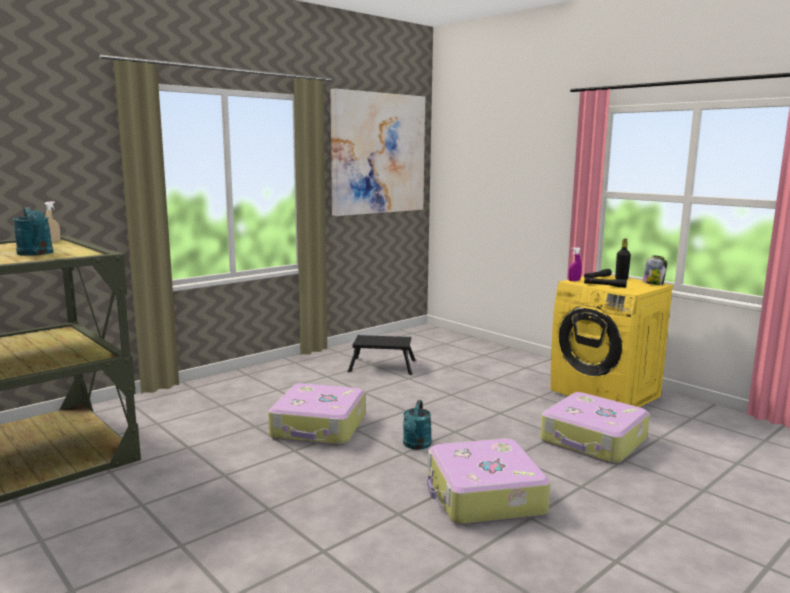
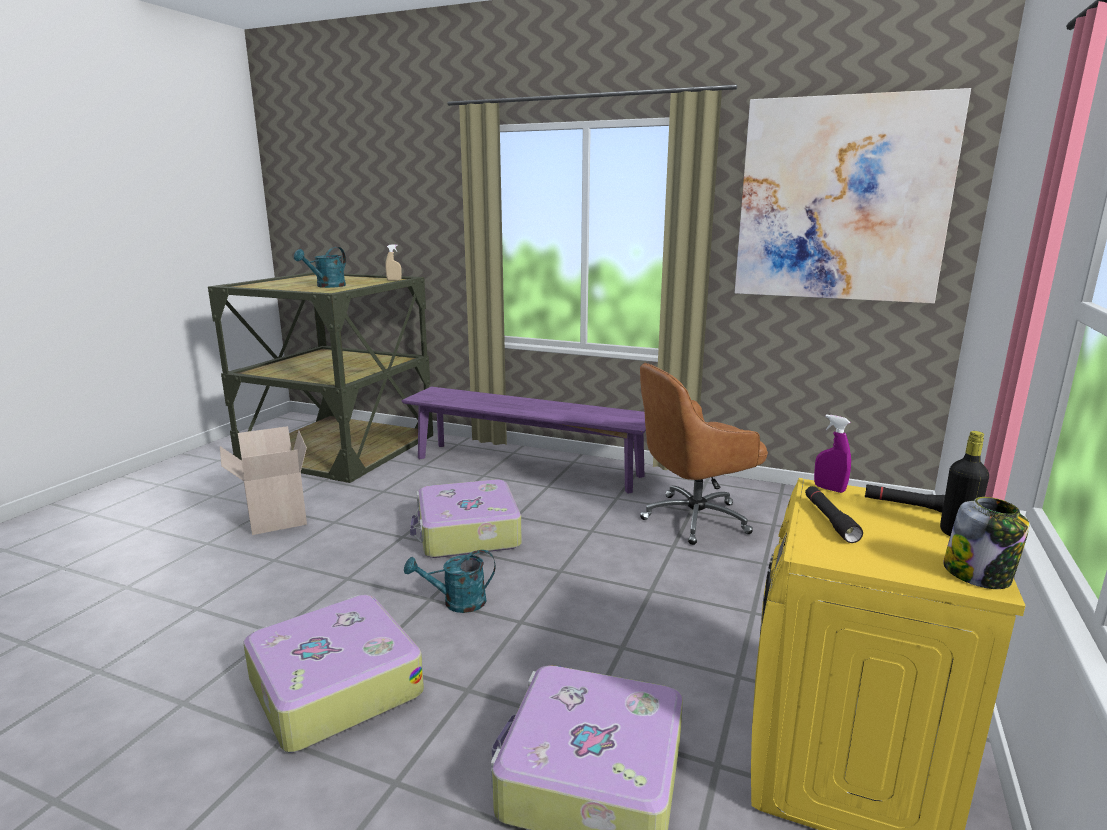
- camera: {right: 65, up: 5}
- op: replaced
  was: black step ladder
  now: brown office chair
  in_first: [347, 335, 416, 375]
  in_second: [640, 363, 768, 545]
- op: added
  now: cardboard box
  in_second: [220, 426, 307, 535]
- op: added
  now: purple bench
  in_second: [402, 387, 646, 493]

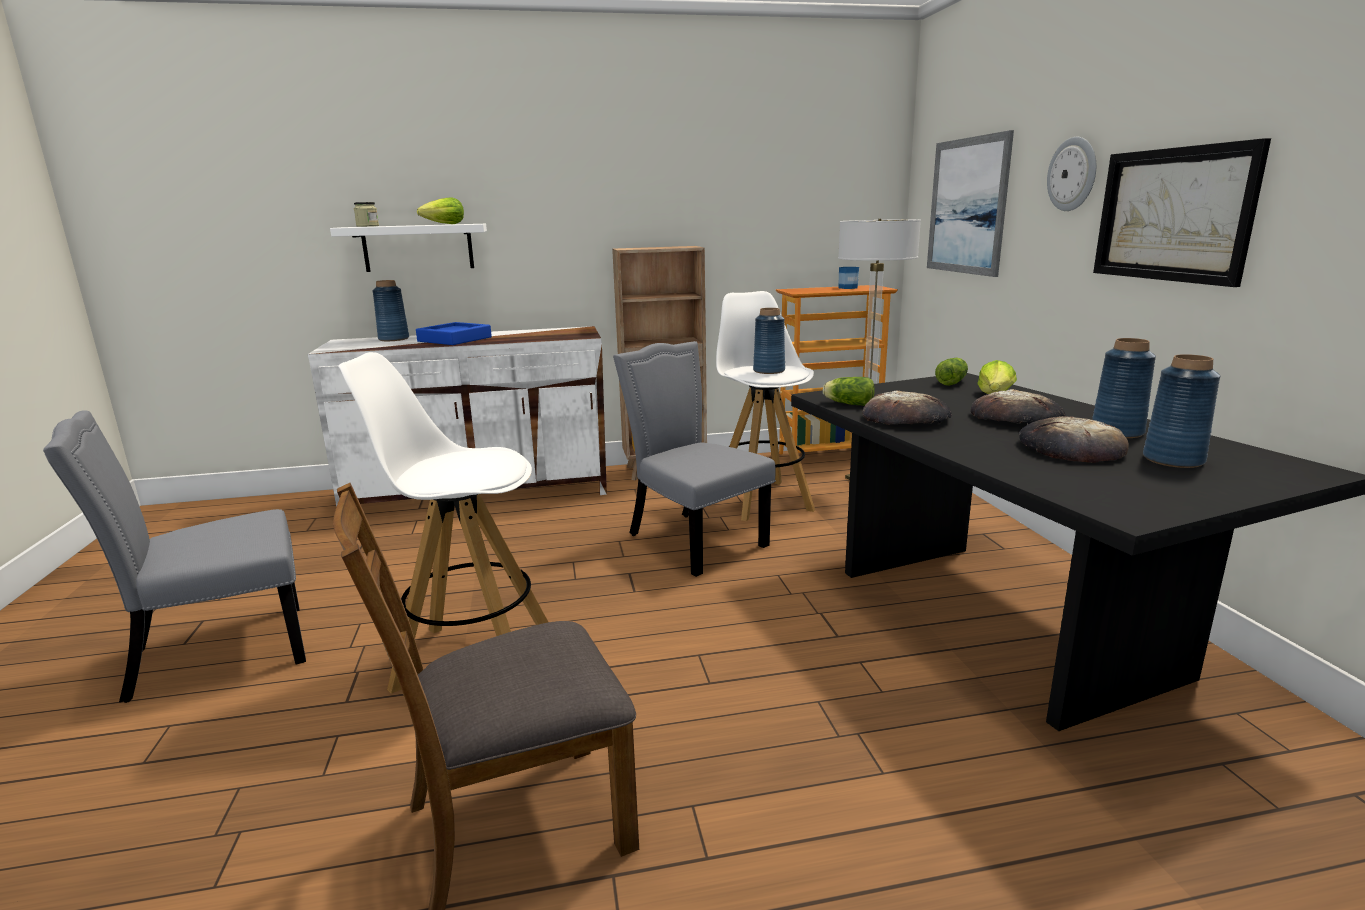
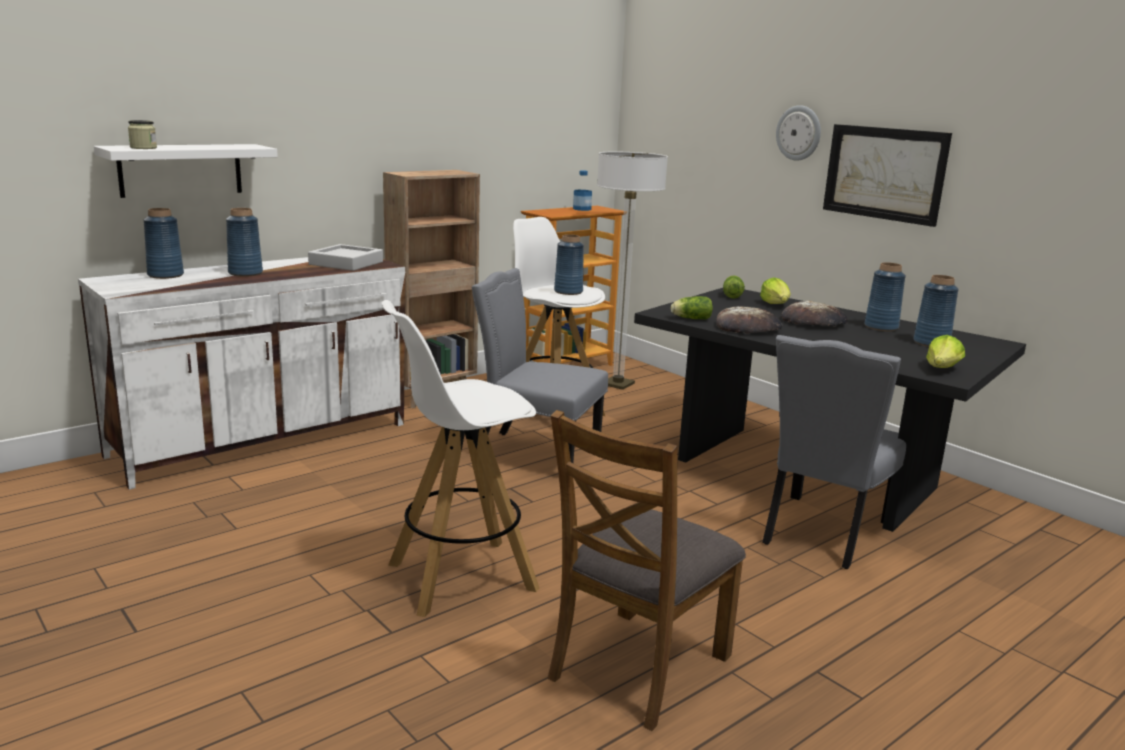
- camera: {right: -30, up: 0}
- op: moved
  was: grey chair
  in_first: [43, 410, 306, 703]
  in_second: [762, 335, 906, 569]
- op: replaced
  was: blue tray
  now: blue vase
  in_first: [416, 322, 492, 345]
  in_second: [226, 208, 263, 277]
- op: moved
  was: lettuce
  in_first: [417, 197, 464, 224]
  in_second: [926, 335, 965, 368]
- op: removed
  was: picture
  in_first: [927, 130, 1014, 277]
- op: removed
  was: bread
  in_first: [1018, 416, 1129, 463]
- op: added
  now: grey tray
  in_second: [308, 244, 383, 271]

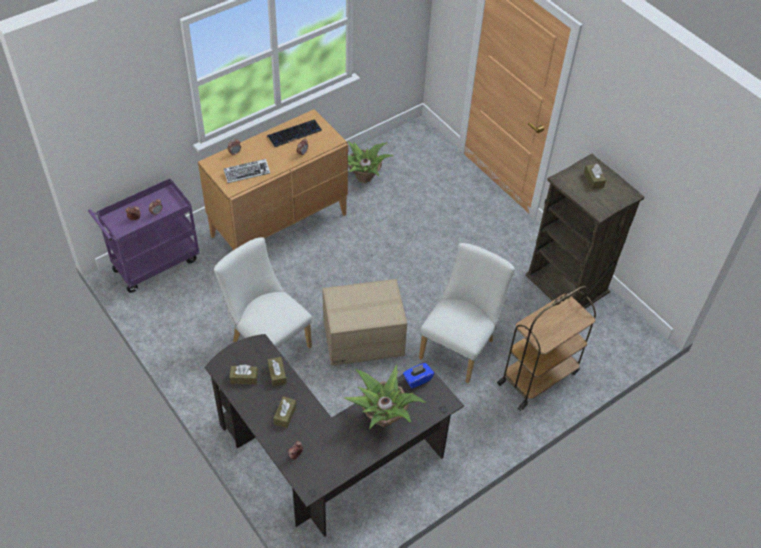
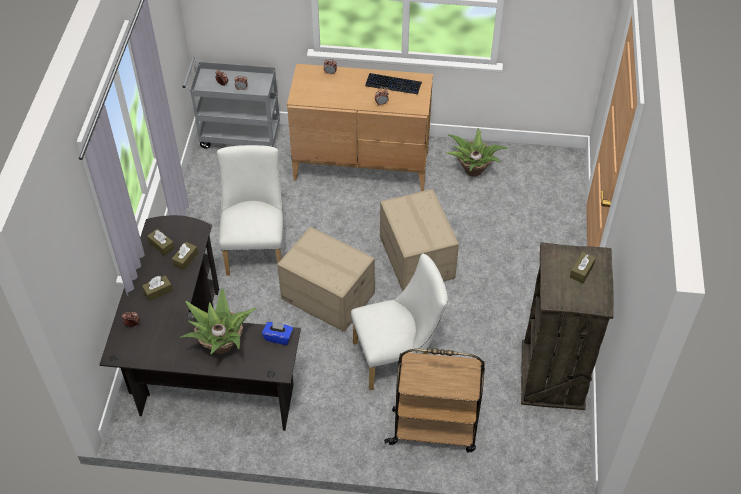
- camera: {right: 45, up: 0}
- op: recoloured
  was: purple cart
  now: grey cart
  in_first: [88, 179, 200, 293]
  in_second: [182, 57, 280, 149]
- op: removed
  was: keyboard
  in_first: [223, 159, 270, 183]
- op: added
  now: cardboard box
  in_second: [380, 189, 459, 291]

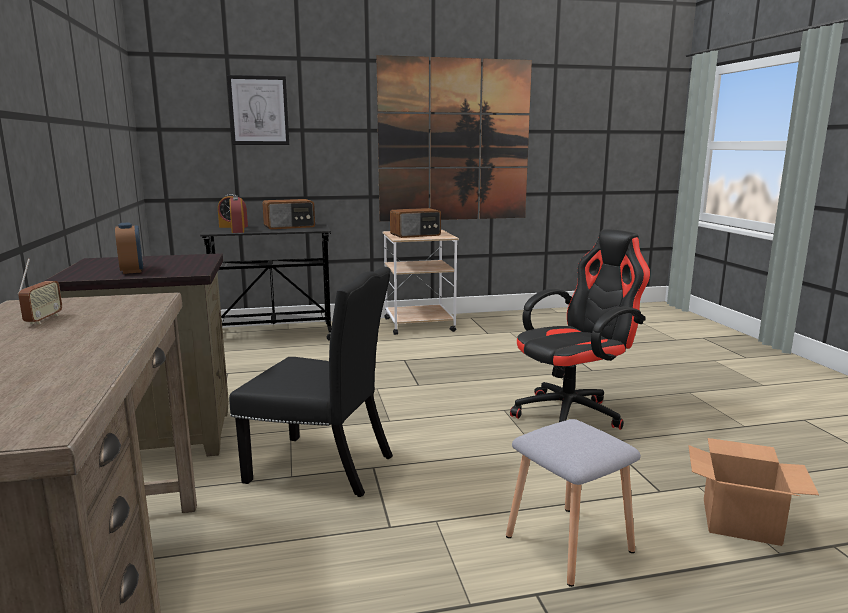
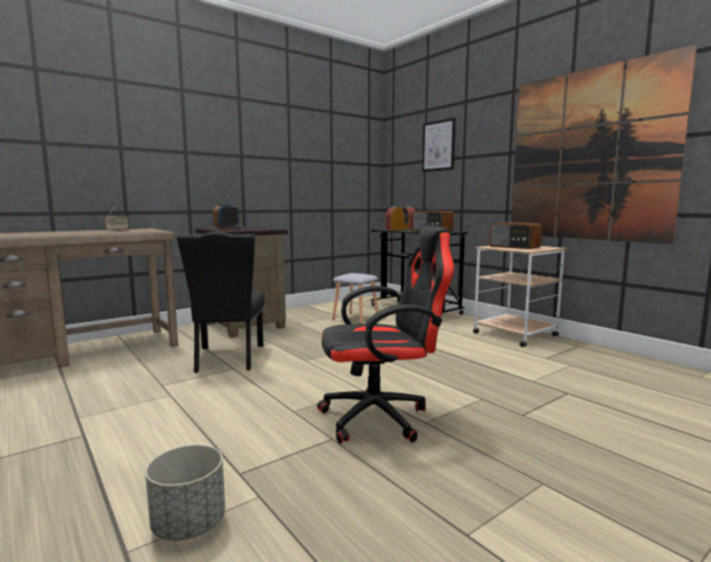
- camera: {right: 65, up: -5}
- op: moved
  was: grey stool
  in_first: [506, 419, 641, 587]
  in_second: [332, 273, 378, 324]
- op: turned
  was: black office chair
  in_first: [510, 229, 650, 430]
  in_second: [317, 225, 454, 444]
  clockwise: -45
- op: replaced
  was: cardboard box
  now: grey planter
  in_first: [688, 438, 819, 546]
  in_second: [145, 445, 225, 541]

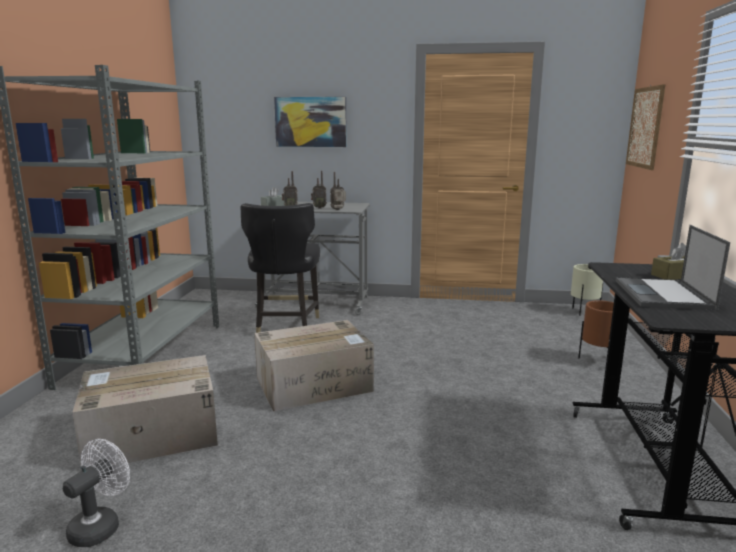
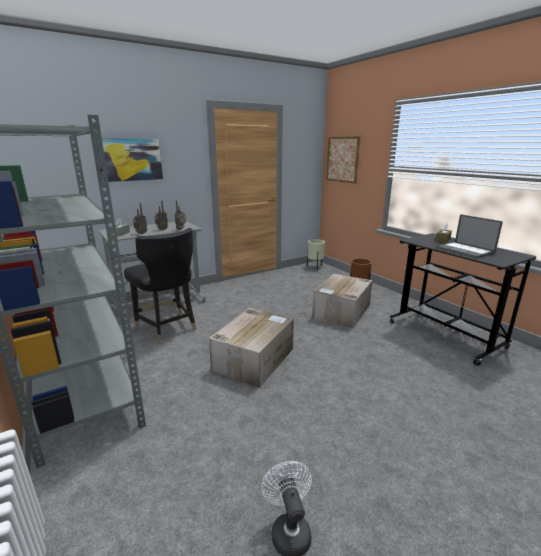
- camera: {right: -40, up: 5}
- op: moved
  was: cardboard box
  in_first: [72, 355, 218, 466]
  in_second: [312, 274, 372, 328]

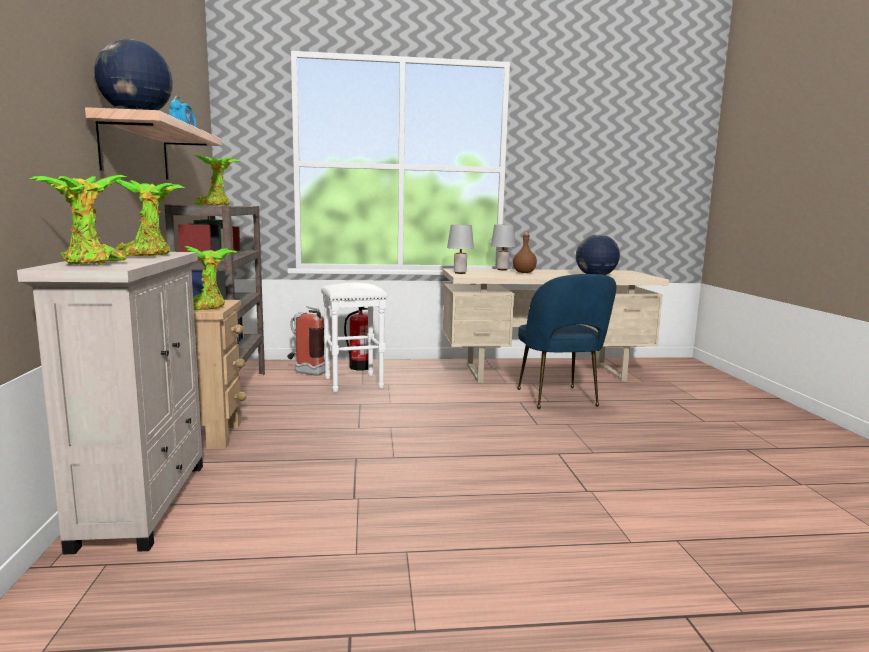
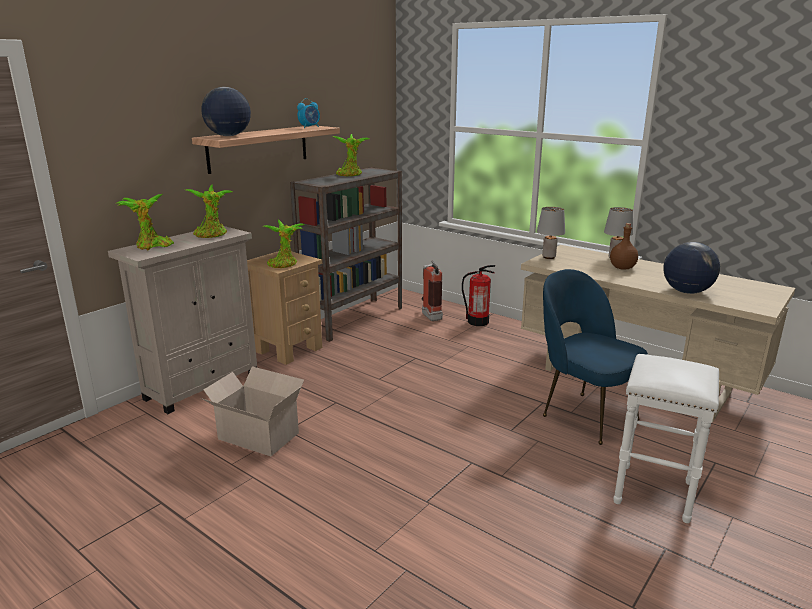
- camera: {right: 45, up: 10}
- op: moved
  was: white stool
  in_first: [321, 283, 387, 392]
  in_second: [614, 354, 719, 523]
- op: turned
  was: blue chair
  in_first: [517, 274, 616, 409]
  in_second: [543, 269, 648, 445]
  clockwise: 105
- op: added
  now: cardboard box
  in_second: [201, 366, 304, 456]

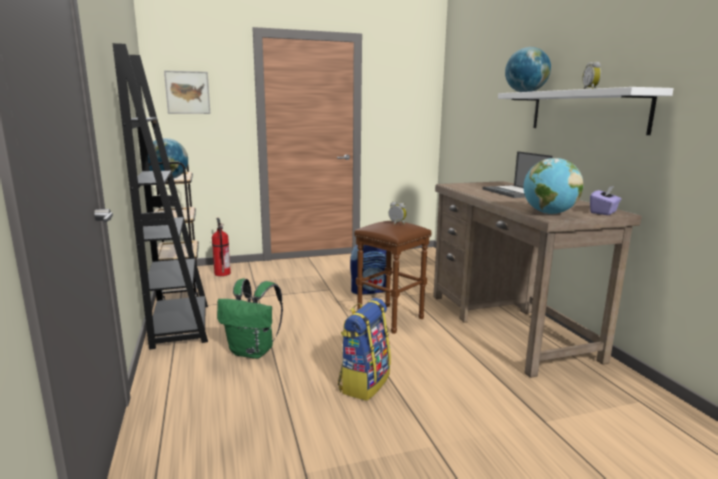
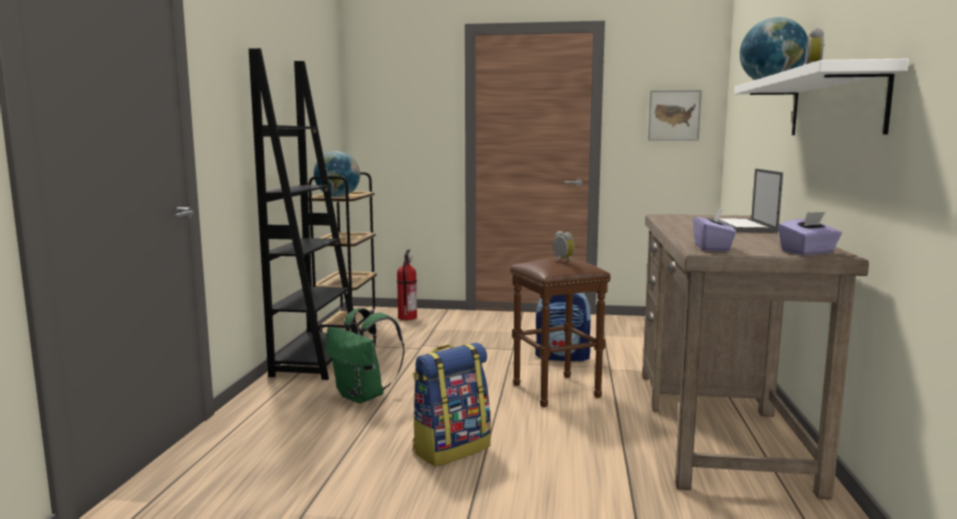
- camera: {right: 25, up: -5}
- op: moved
  was: picture
  in_first: [164, 71, 211, 114]
  in_second: [648, 90, 702, 141]
- op: replaced
  was: globe
  now: purple tissue box
  in_first: [523, 158, 584, 214]
  in_second: [693, 209, 736, 251]

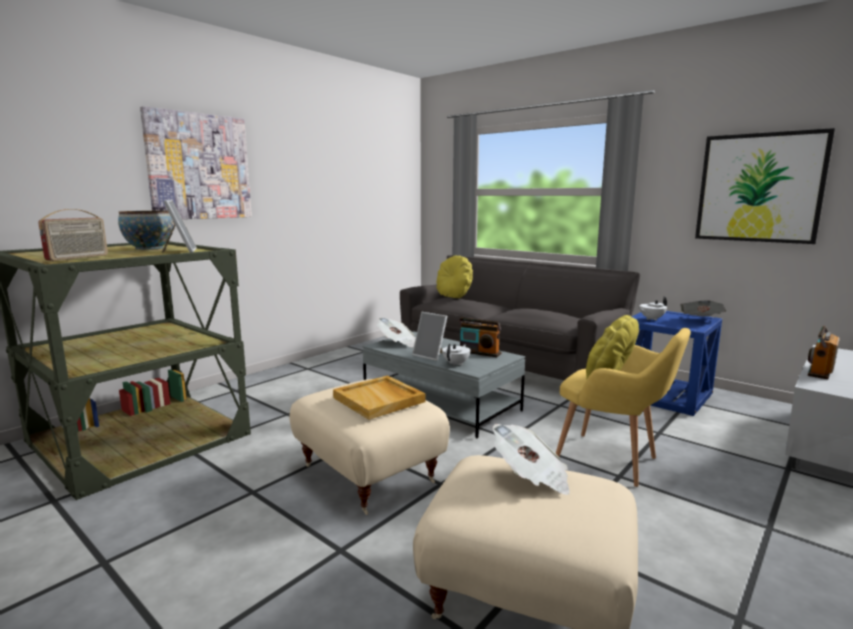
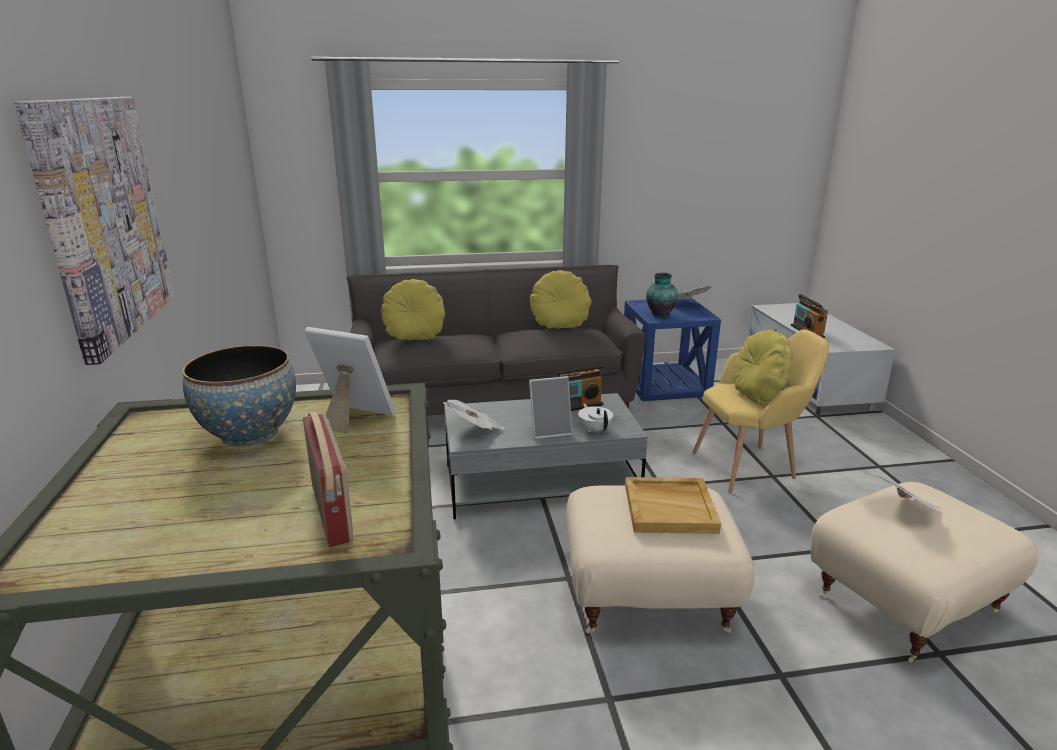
- camera: {right: -50, up: 10}
- op: replaced
  was: white teapot
  now: vase
  in_first: [639, 296, 667, 321]
  in_second: [646, 273, 678, 317]
- op: removed
  was: picture
  in_first: [695, 128, 835, 244]
- op: added
  now: yellow pillow
  in_second: [530, 270, 592, 329]

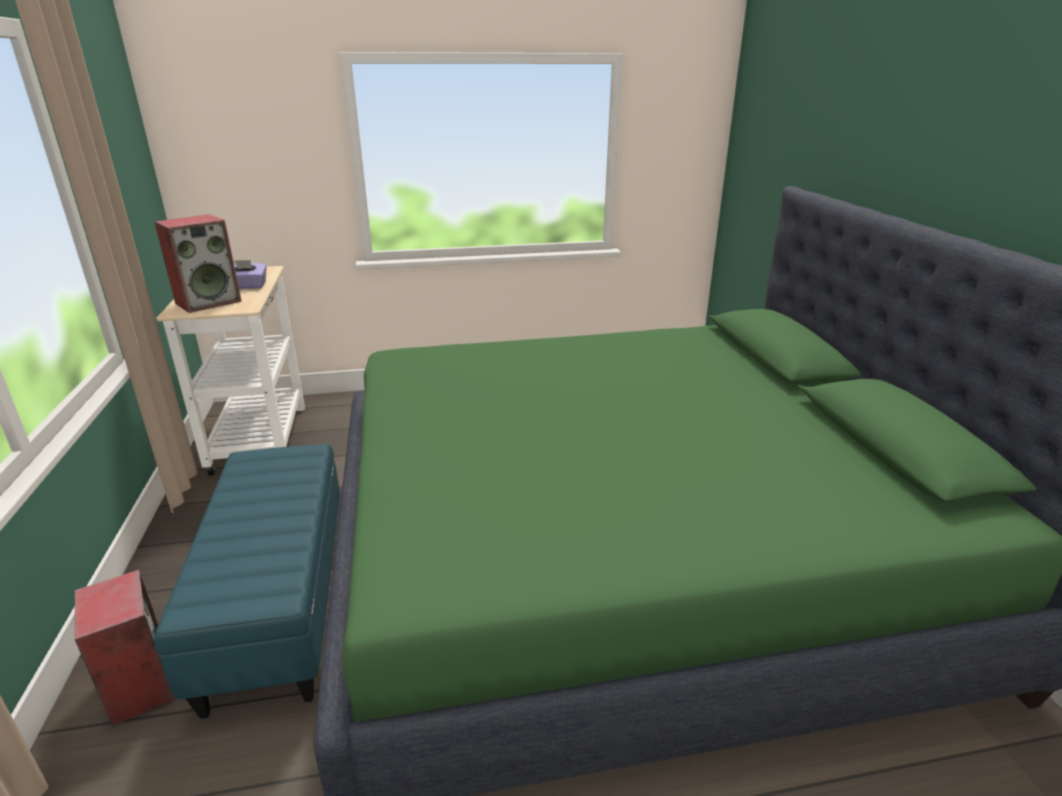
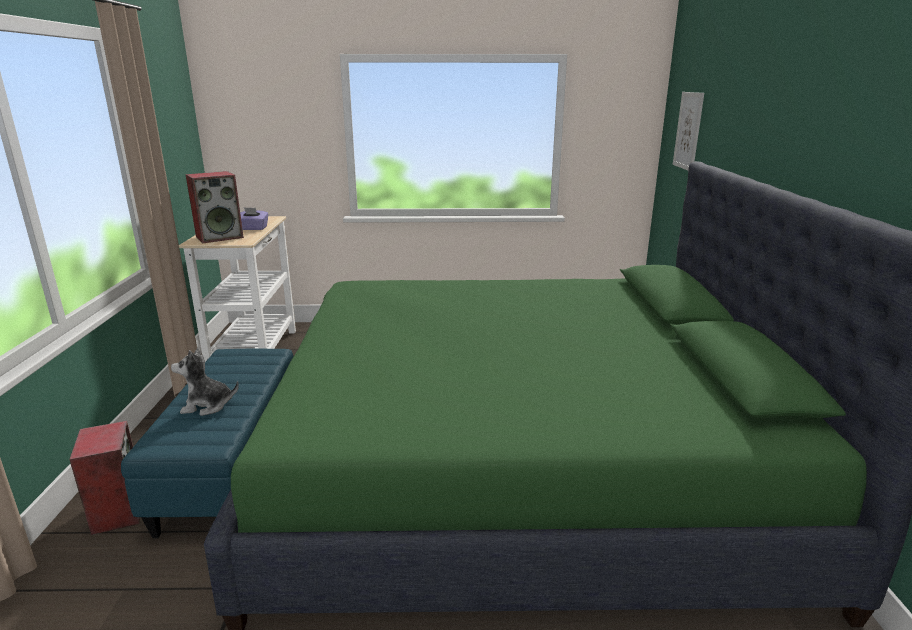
- camera: {right: 10, up: -5}
- op: added
  now: plush toy
  in_second: [171, 348, 239, 416]
- op: added
  now: picture
  in_second: [673, 92, 704, 170]

